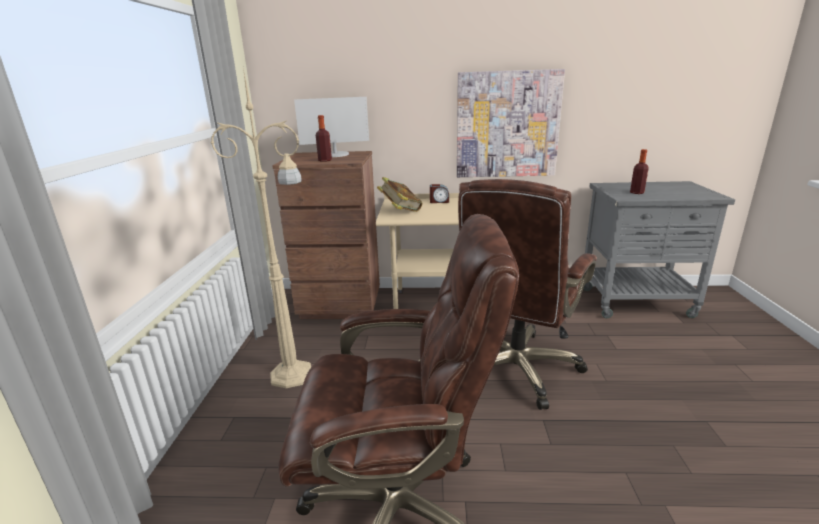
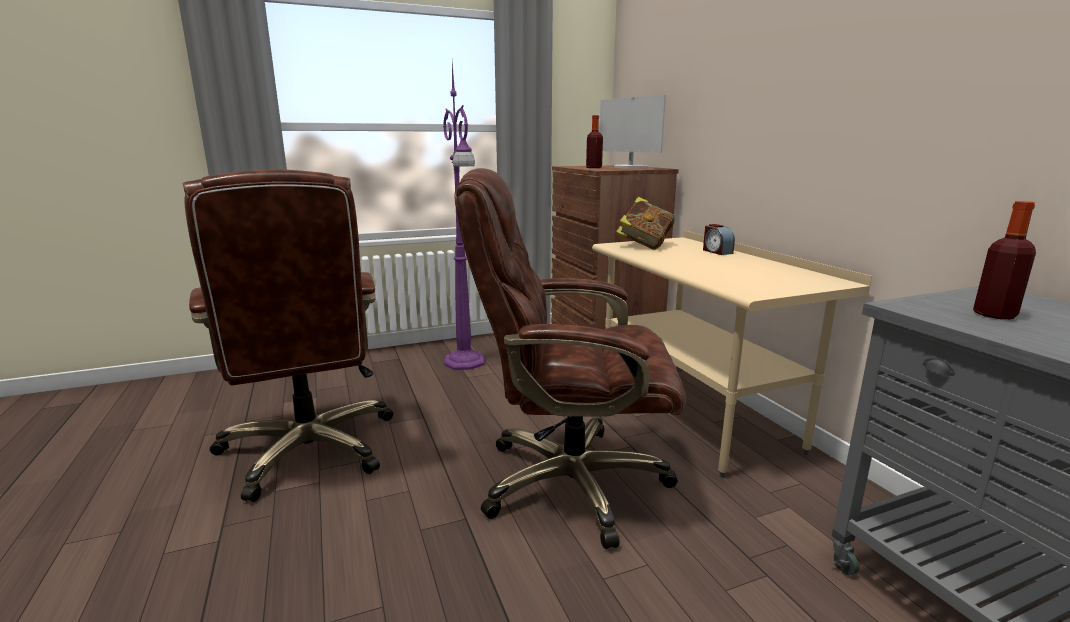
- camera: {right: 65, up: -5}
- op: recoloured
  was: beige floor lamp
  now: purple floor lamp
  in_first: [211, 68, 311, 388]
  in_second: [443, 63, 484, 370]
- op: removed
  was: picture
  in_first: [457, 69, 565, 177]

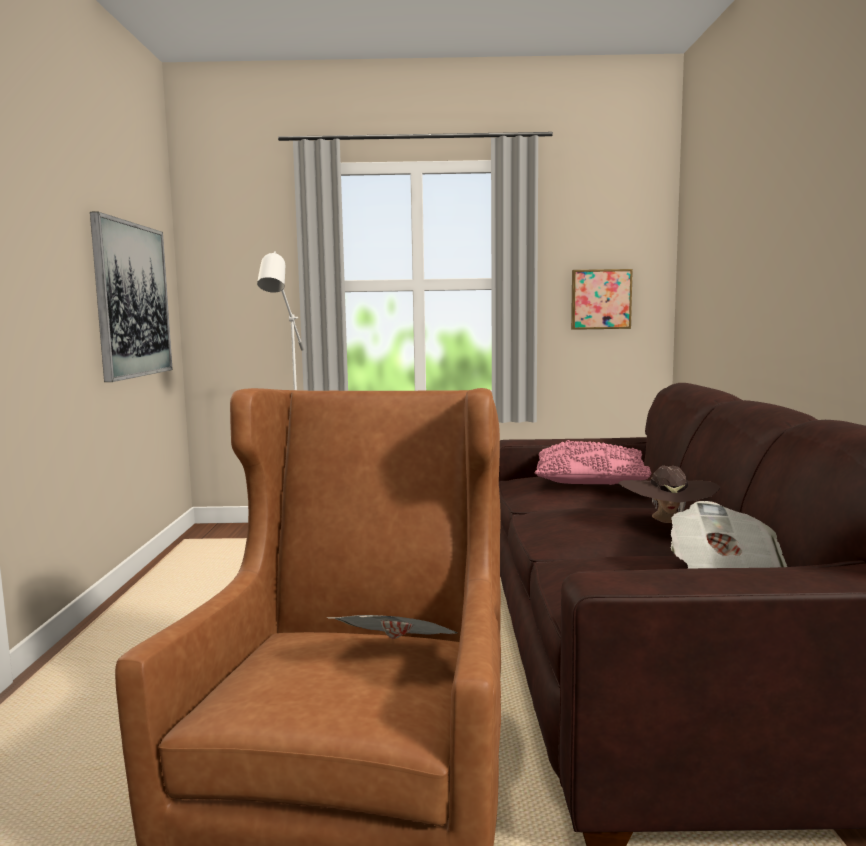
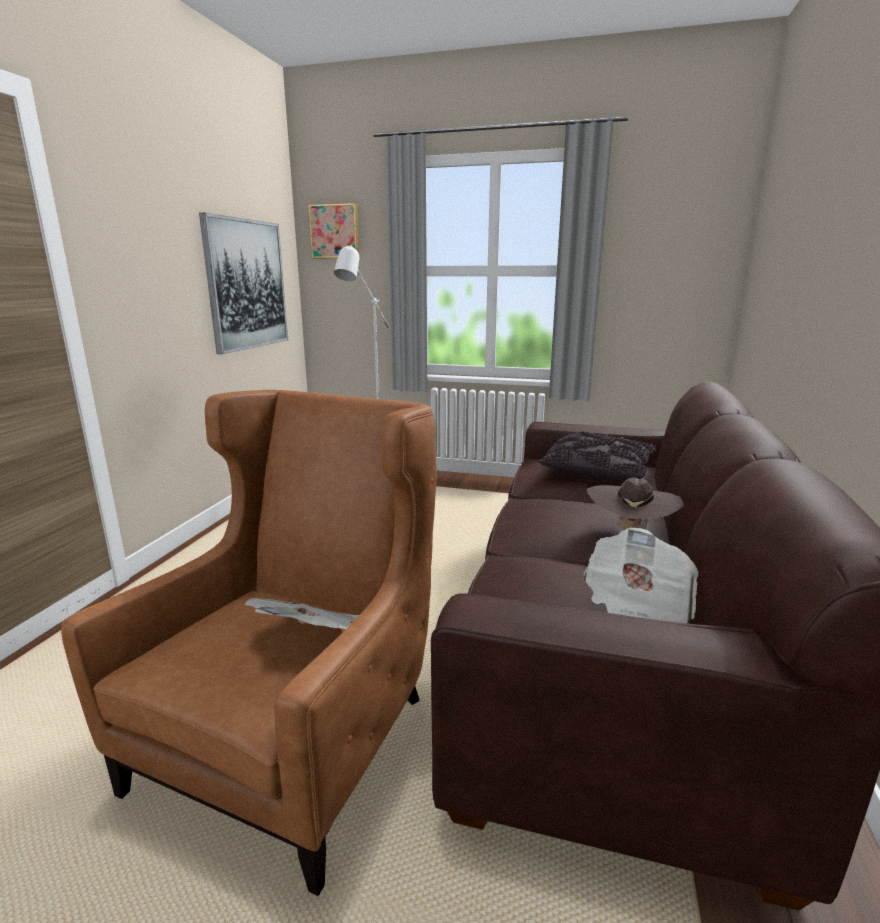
- camera: {right: 15, up: 10}
- op: recoloured
  was: pink pillow
  now: black pillow
  in_first: [534, 440, 651, 485]
  in_second: [538, 431, 656, 479]
- op: moved
  was: picture
  in_first: [571, 269, 633, 330]
  in_second: [308, 203, 360, 258]

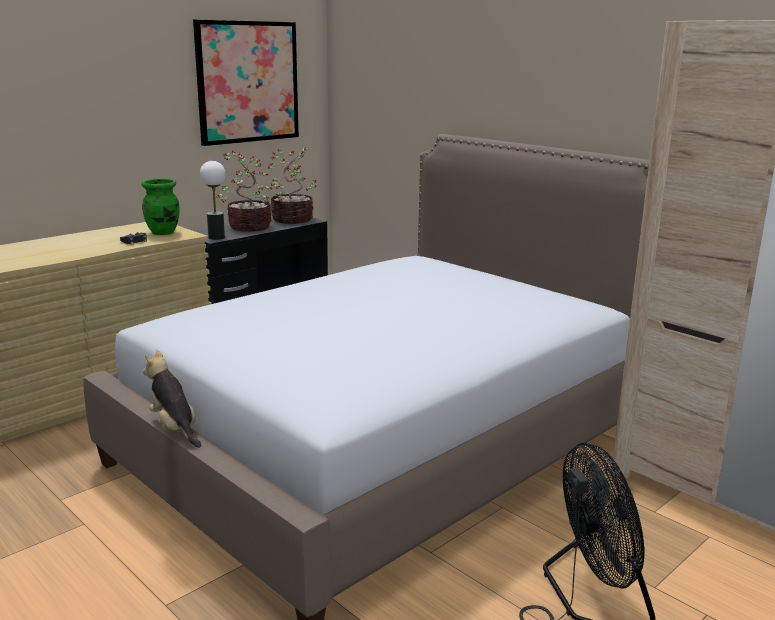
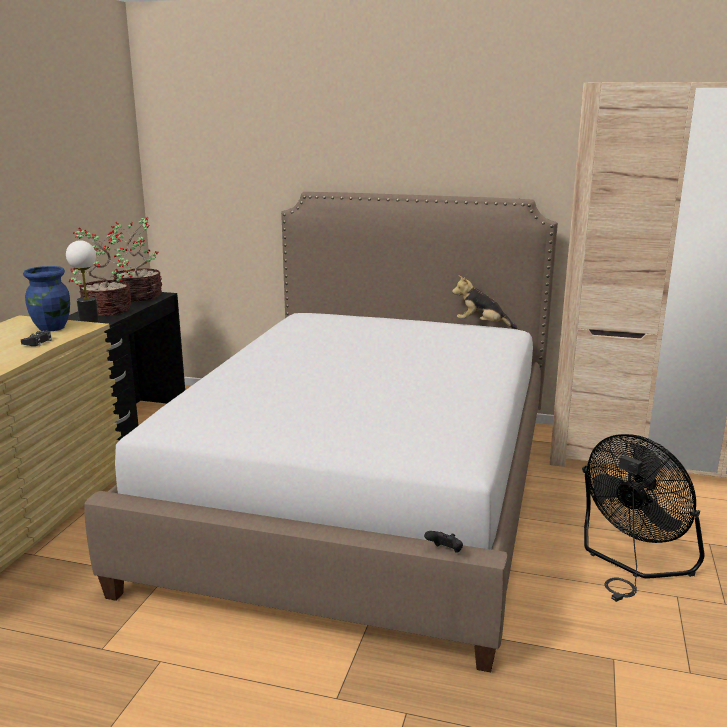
- camera: {right: -30, up: 0}
- op: recoloured
  was: green vase
  now: blue vase
  in_first: [142, 179, 180, 235]
  in_second: [23, 266, 70, 332]
- op: moved
  was: plush toy
  in_first: [143, 350, 201, 448]
  in_second: [452, 276, 518, 329]
- op: removed
  was: picture
  in_first: [193, 19, 299, 146]
- op: added
  now: black game controller
  in_second: [424, 531, 463, 553]

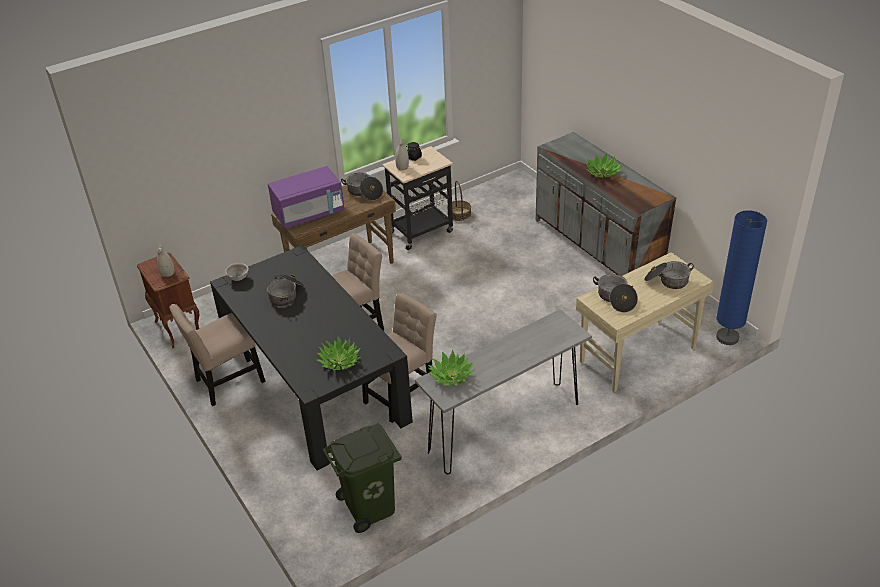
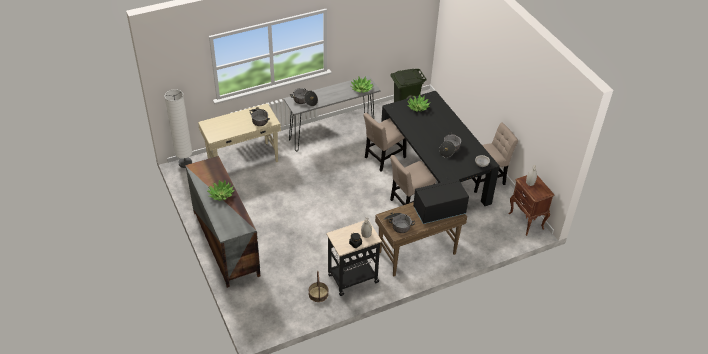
- camera: {right: -175, up: 5}
- op: recoloured
  was: purple microwave
  now: black microwave
  in_first: [268, 166, 344, 228]
  in_second: [413, 179, 469, 224]
- op: moved
  was: cooking pot
  in_first: [644, 261, 694, 289]
  in_second: [290, 88, 318, 106]
- op: recoloured
  was: blue floor lamp
  now: white floor lamp
  in_first: [716, 210, 767, 345]
  in_second: [165, 89, 192, 168]

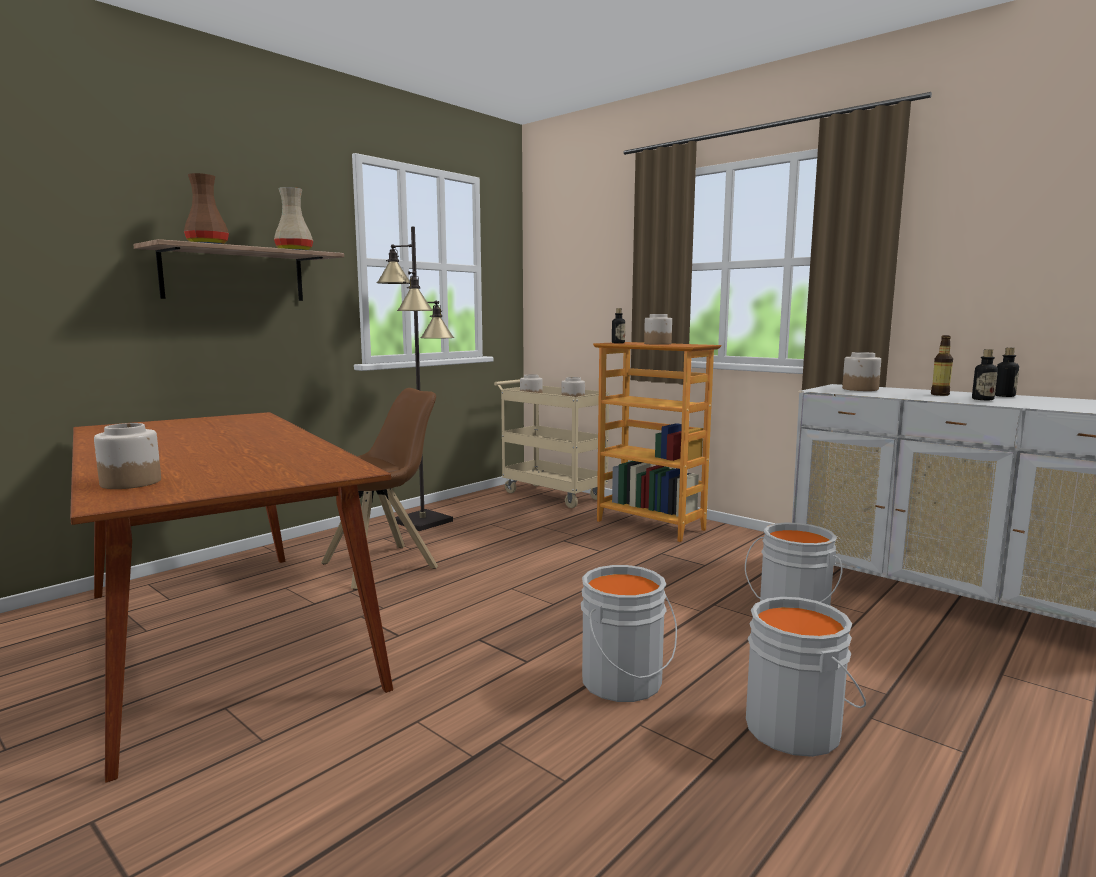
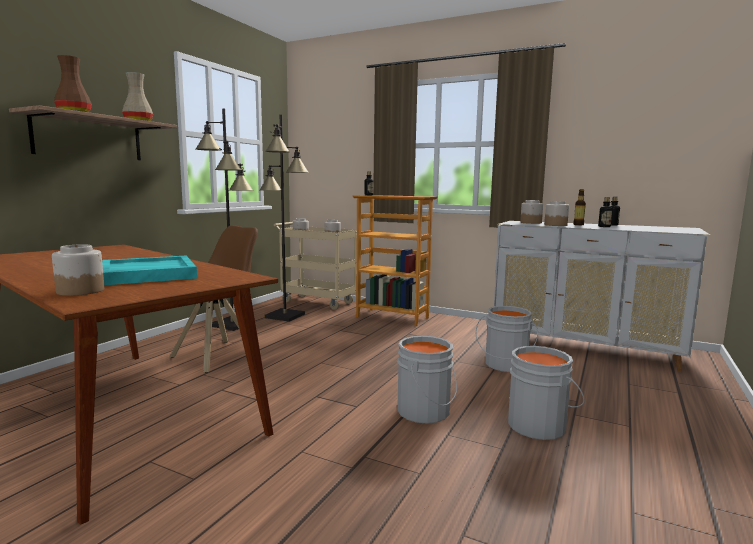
- camera: {right: -15, up: 0}
- op: moved
  was: jar
  in_first: [644, 314, 672, 345]
  in_second: [544, 201, 569, 226]
- op: added
  now: turquoise tray
  in_second: [102, 256, 197, 285]
- op: added
  now: black floor lamp
  in_second: [259, 115, 309, 322]

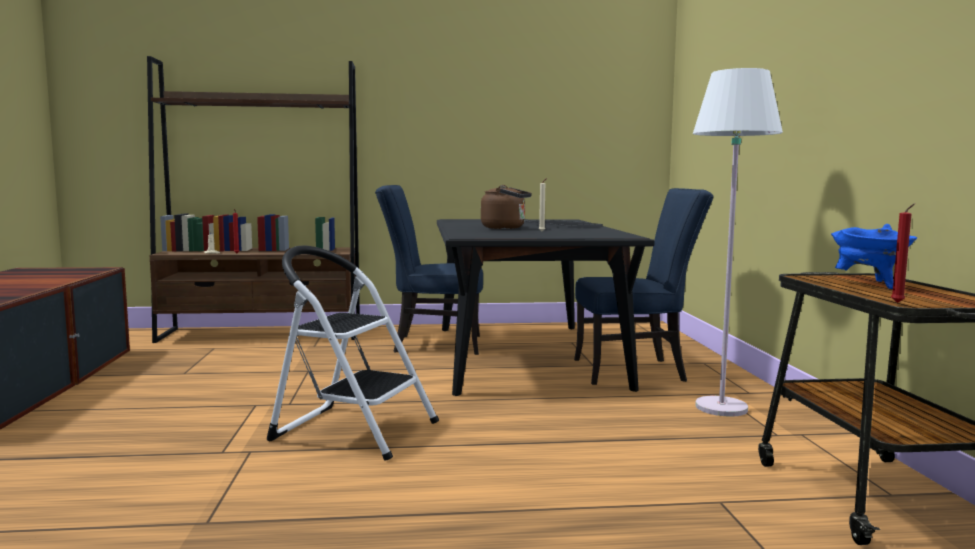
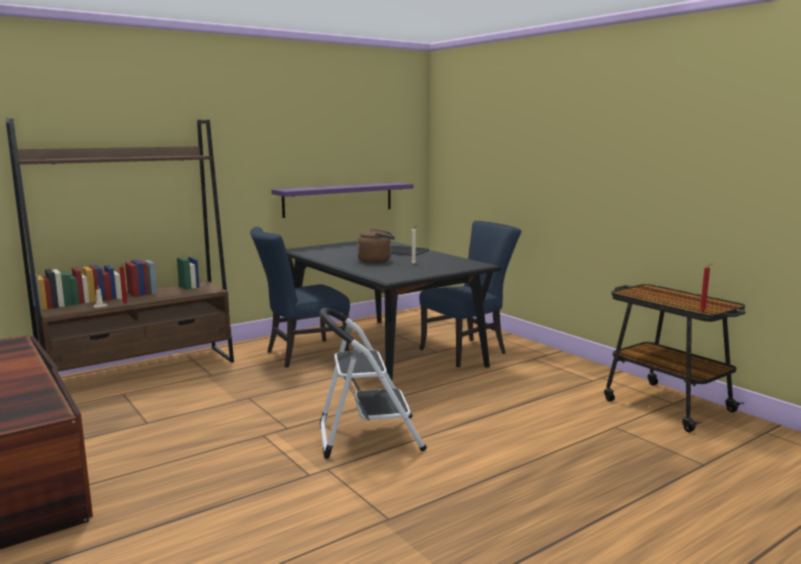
- camera: {right: -30, up: 5}
- op: removed
  was: white floor lamp
  in_first: [693, 68, 783, 417]
- op: removed
  was: blue cooking pot
  in_first: [831, 224, 917, 289]
- op: added
  now: purple shelf
  in_second: [271, 182, 413, 218]

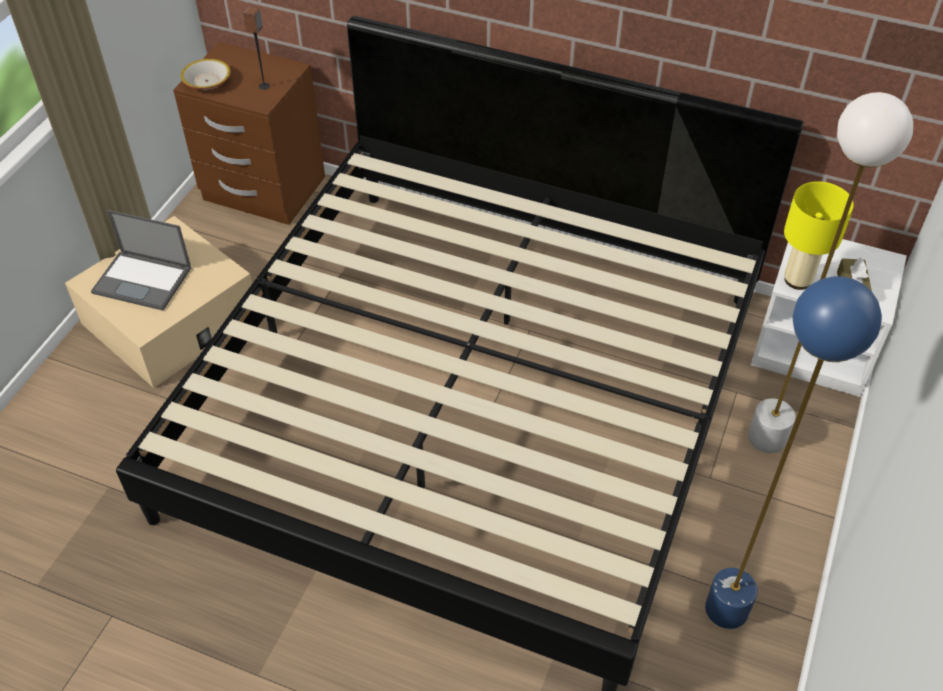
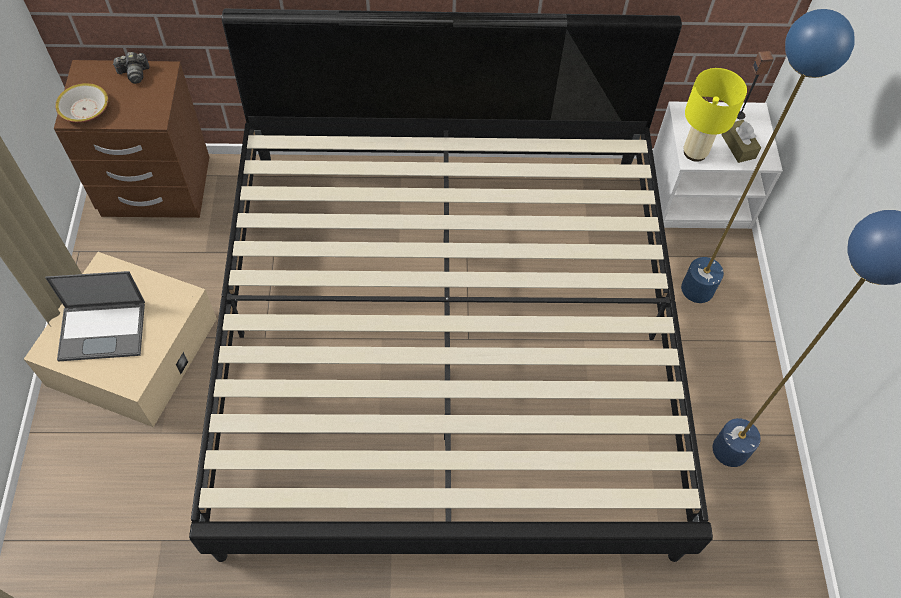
- camera: {right: -25, up: 10}
- op: moved
  was: speaker
  in_first: [243, 7, 270, 90]
  in_second: [737, 51, 774, 119]
- op: recoloured
  was: white floor lamp
  now: blue floor lamp
  in_first: [748, 92, 913, 453]
  in_second: [681, 9, 855, 303]
- op: added
  now: photo camera
  in_second: [113, 52, 149, 84]

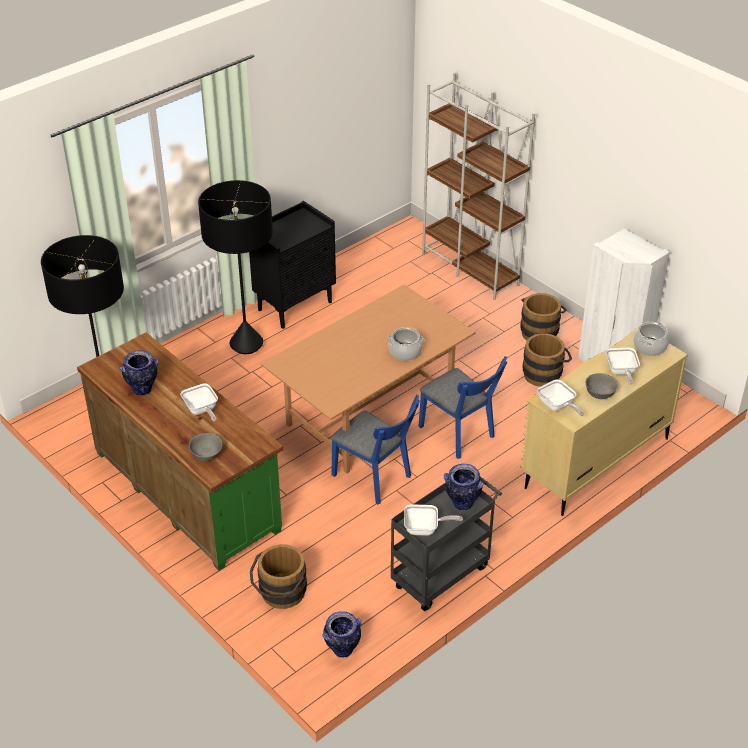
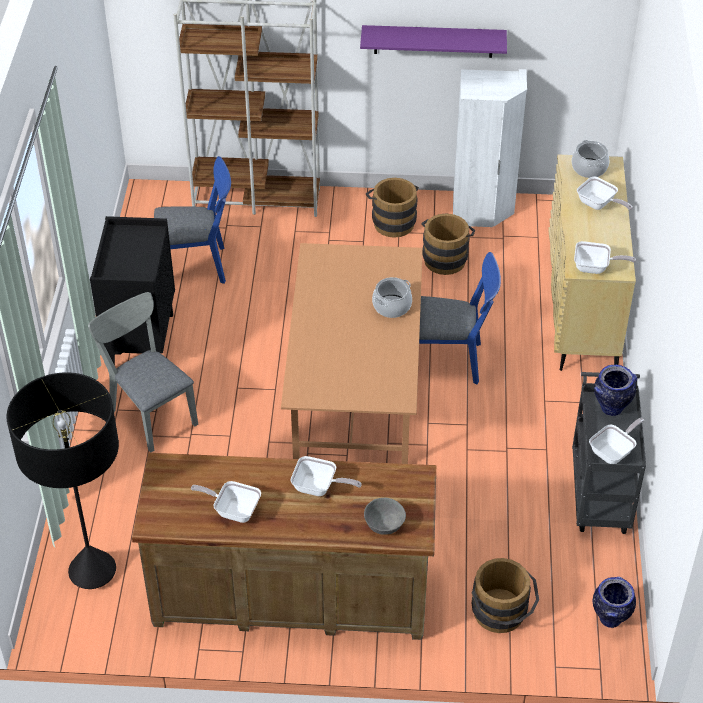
- camera: {right: -45, up: 5}
- op: replaced
  was: vase
  now: frying pan
  in_first: [120, 350, 159, 396]
  in_second: [191, 481, 261, 523]
- op: replaced
  was: black floor lamp
  now: grey chair
  in_first: [198, 180, 273, 354]
  in_second: [88, 292, 198, 453]
- op: moved
  was: blue chair
  in_first: [331, 395, 420, 505]
  in_second: [154, 156, 231, 284]
- op: removed
  was: grey bowl
  in_first: [586, 373, 618, 399]
- op: added
  now: purple shelf
  in_second: [360, 25, 507, 58]

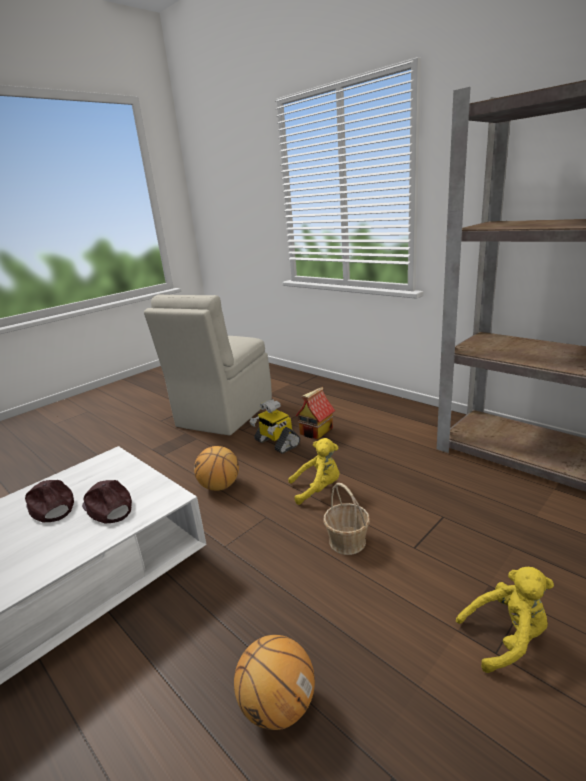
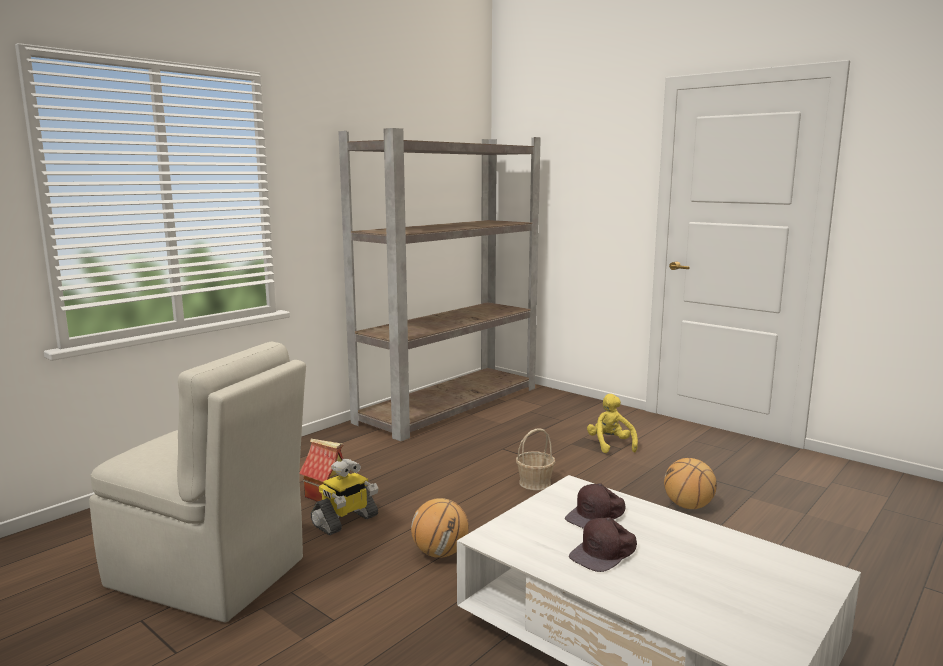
- camera: {right: -95, up: -10}
- op: removed
  was: yellow plush toy
  in_first: [288, 438, 340, 505]

